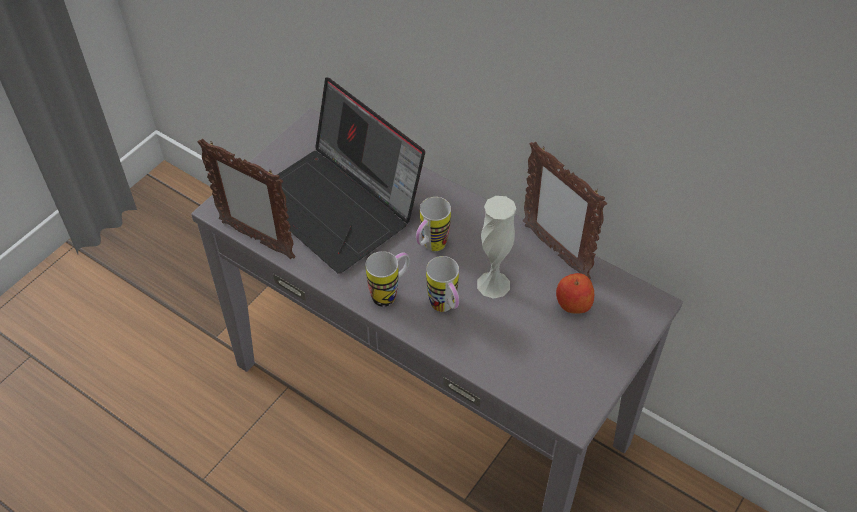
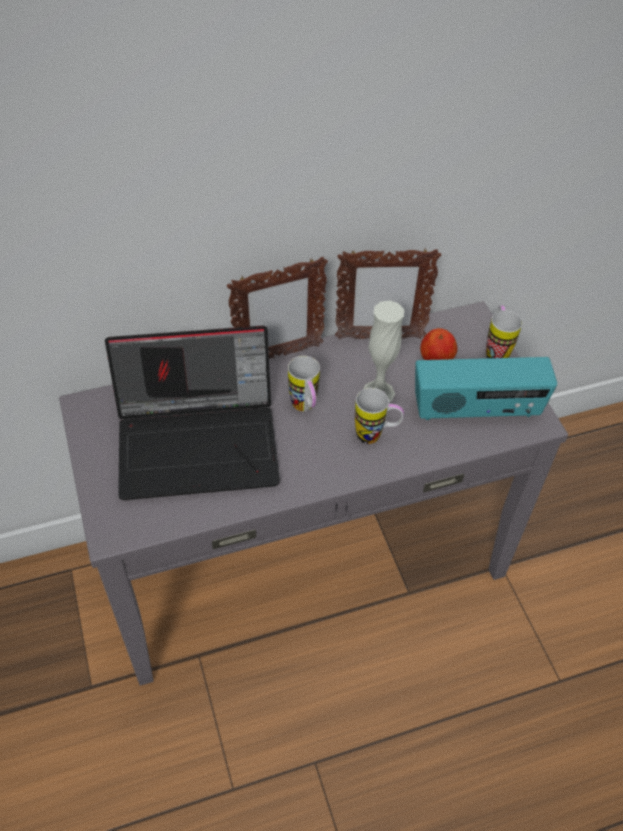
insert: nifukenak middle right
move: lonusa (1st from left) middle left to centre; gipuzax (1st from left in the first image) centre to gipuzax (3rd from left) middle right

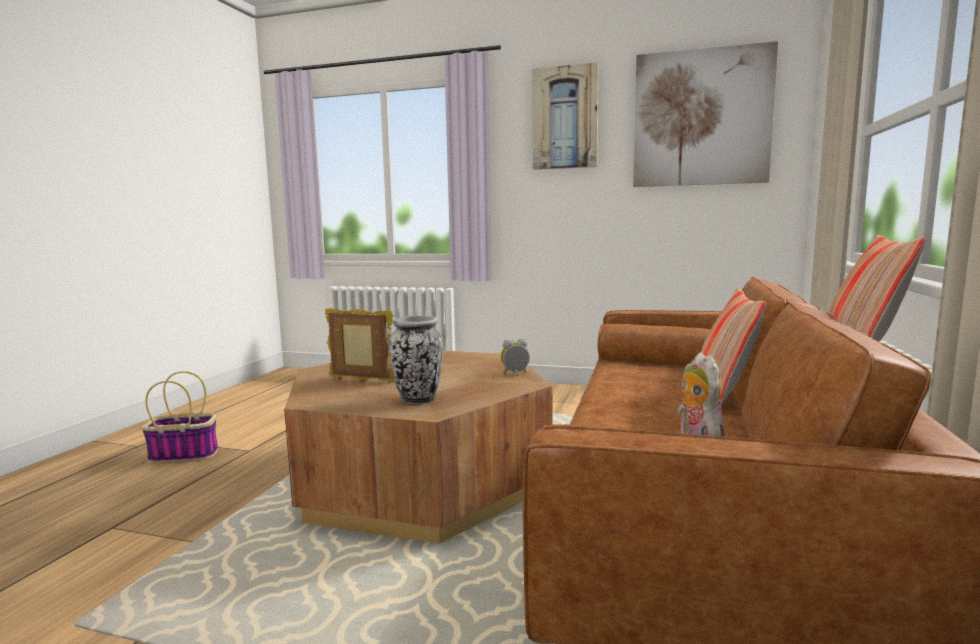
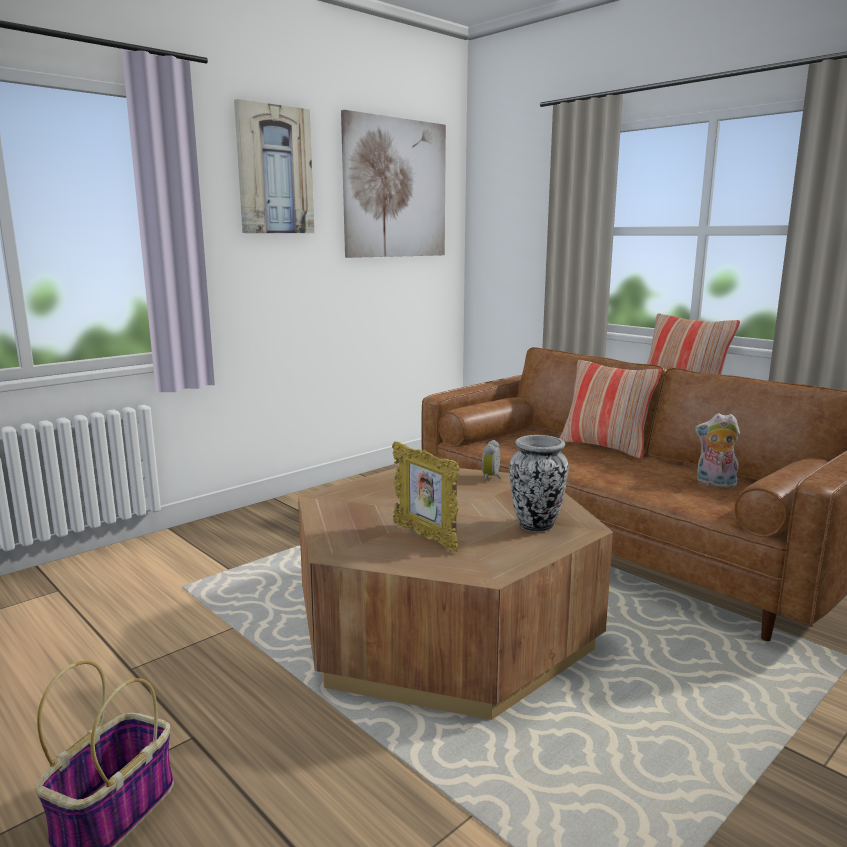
rotate: lonusa centre = centre 90 degrees counterclockwise

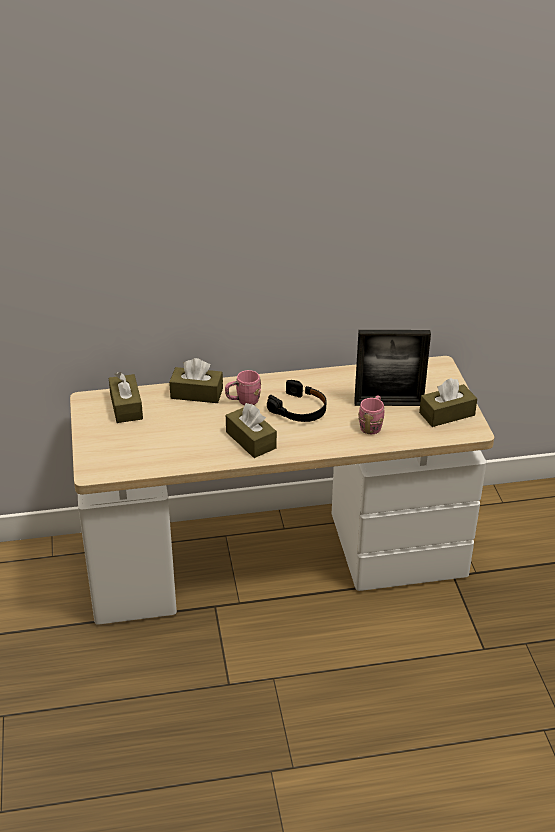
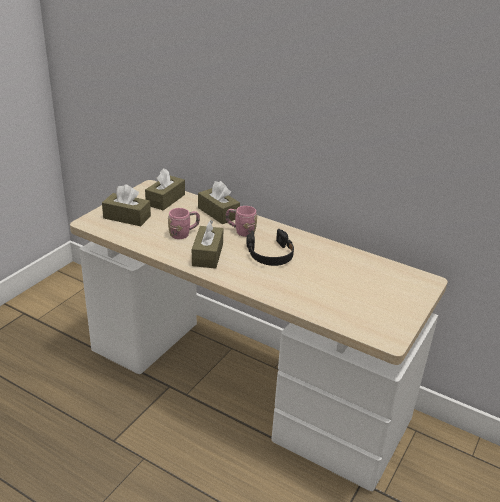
delete: lonusa middle right
move: gipuzax (pink) (2nd from left in the first image) middle right to gipuzax (pink) (1st from left) centre; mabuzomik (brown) (4th from left in the first image) middle right to mabuzomik (brown) (1st from left) middle left

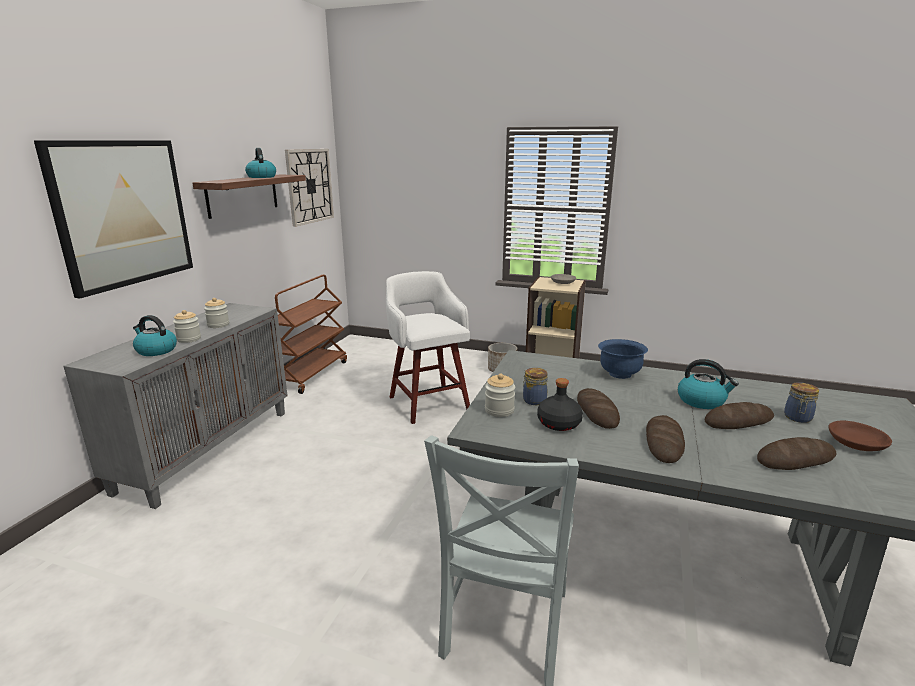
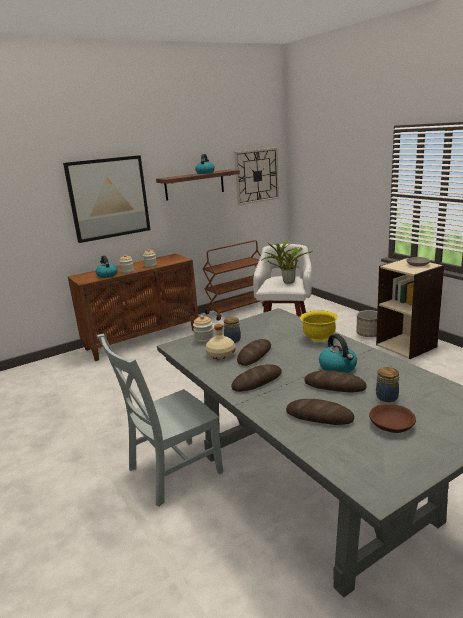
insert: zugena centre
recolor: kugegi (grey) middle left to kugegi (brown) middle left; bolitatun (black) centre to bolitatun (beige) centre; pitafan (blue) middle right to pitafan (yellow) middle right

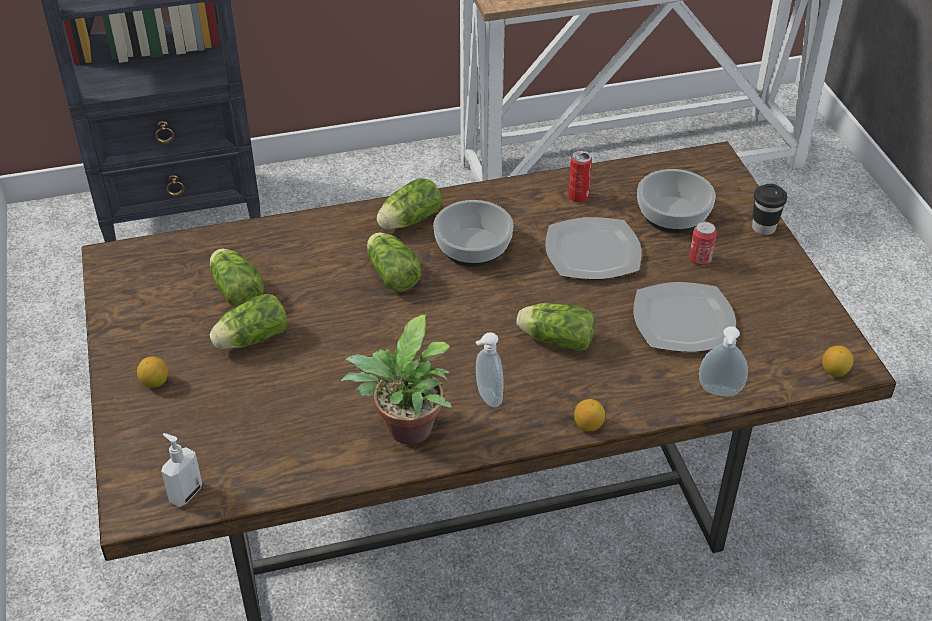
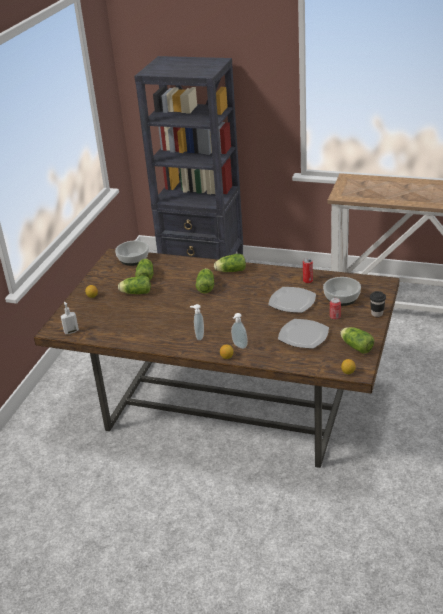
delete: zugena centre
move: pitafan (1st from left) centre to middle left; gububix (5th from left) centre to middle right; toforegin (3rd from left) middle right to centre

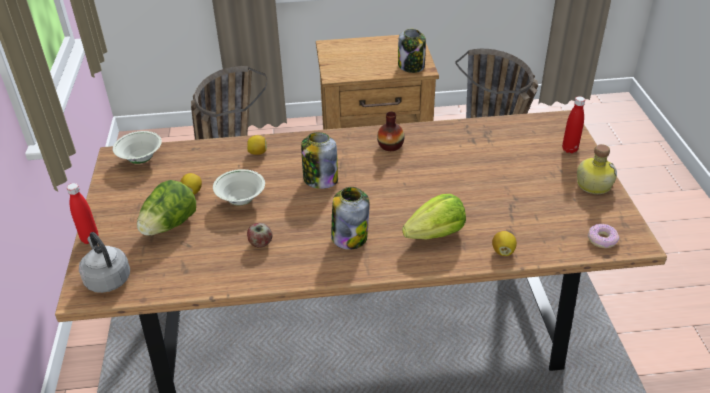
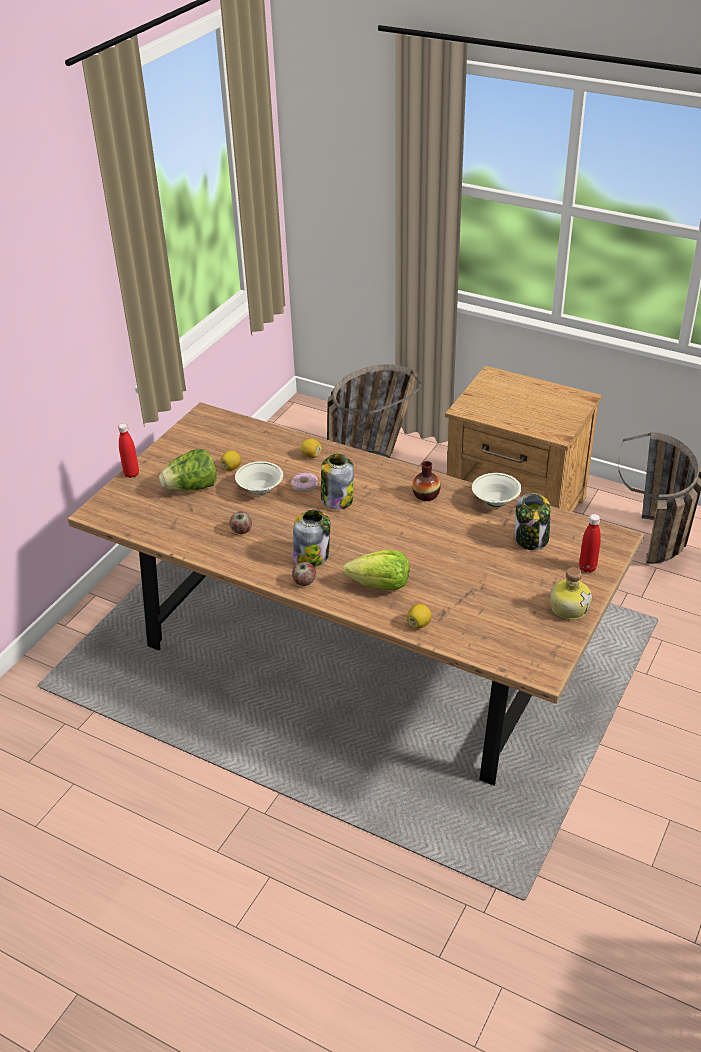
delete: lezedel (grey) bottom left
insert: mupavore (2nd from left) centre
move: pitafan (white) (1st from left in the first image) middle left to pitafan (white) (2nd from left) middle right; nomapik (3rd from left) top centre to middle right; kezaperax middle right to centre

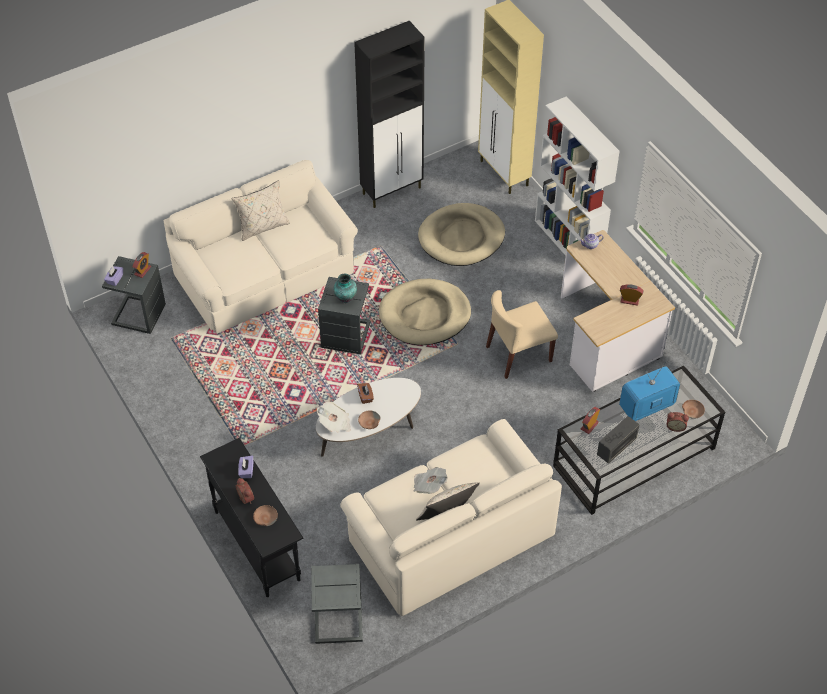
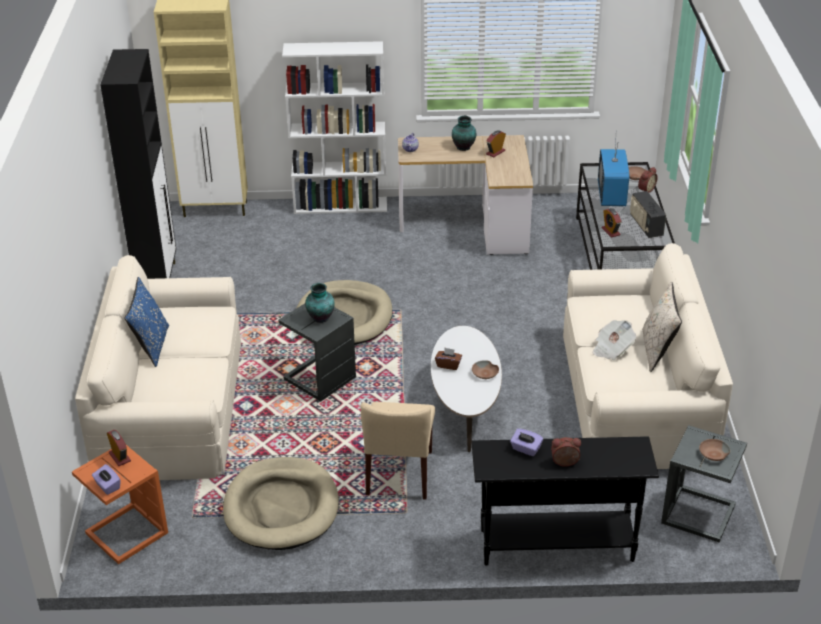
delete: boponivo (1st from left) centre
insert: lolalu (2nd from left) top centre
move: pitafan (brown) (1st from left in the first image) bottom left to pitafan (brown) (3rd from left) bottom right; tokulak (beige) (2nd from left in the first image) centre to tokulak (beige) (1st from left) bottom centre; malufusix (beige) centre to bottom centre
recolor: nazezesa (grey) (1st from left) middle left to nazezesa (orange) bottom left; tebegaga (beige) (1st from left) top left to tebegaga (blue) middle left

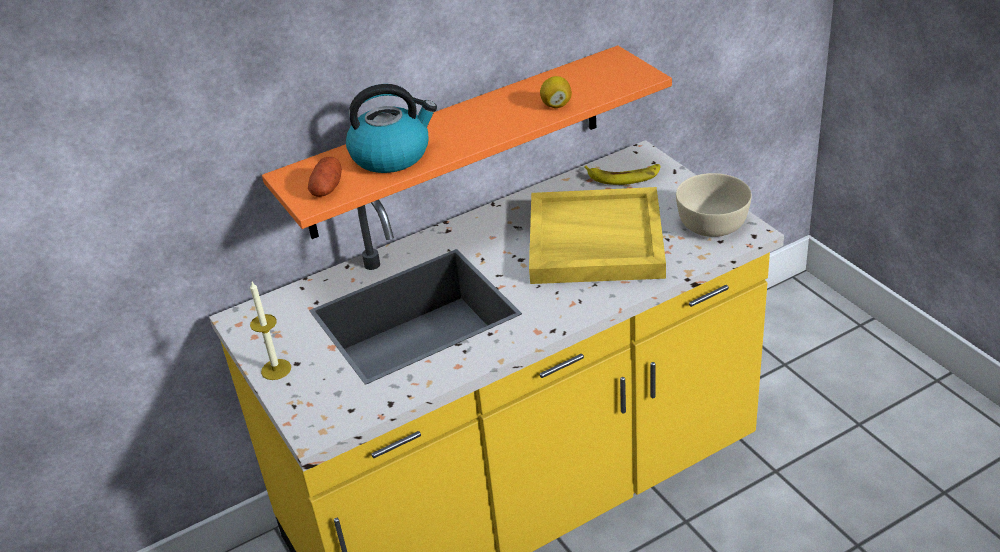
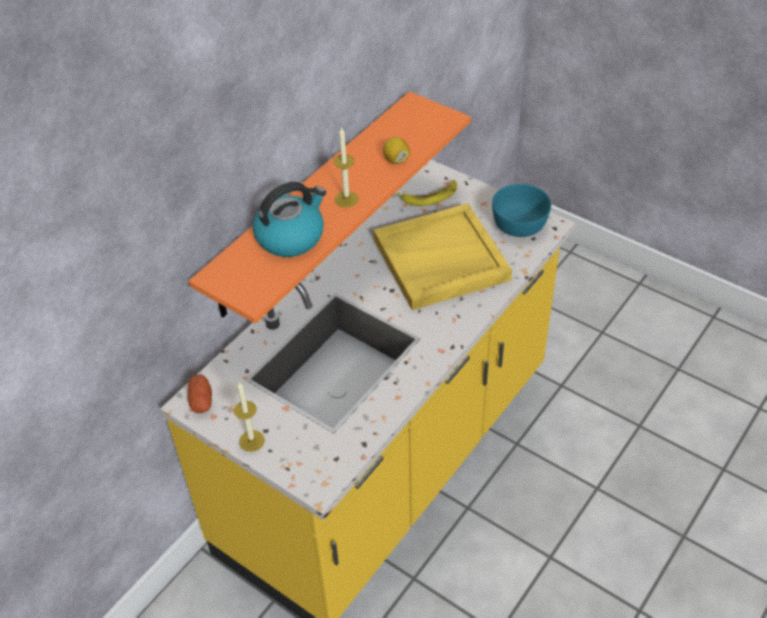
insert: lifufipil (2nd from left) top centre
move: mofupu top left to middle left
recolor: pitafan (beige) middle right to pitafan (turquoise) middle right

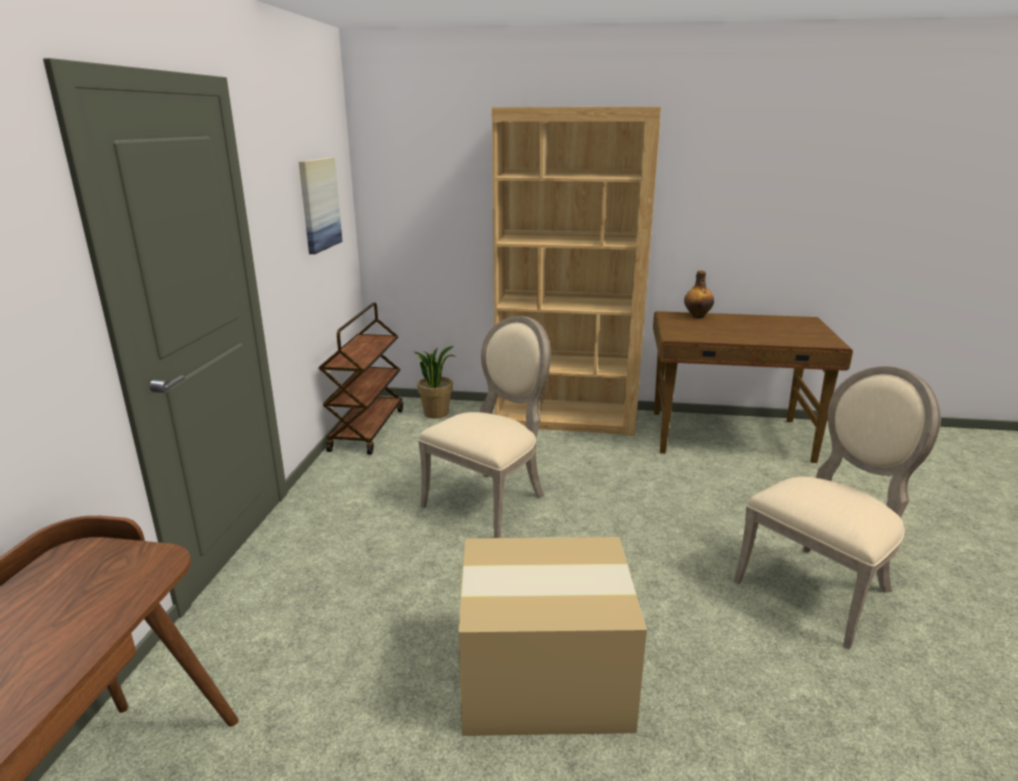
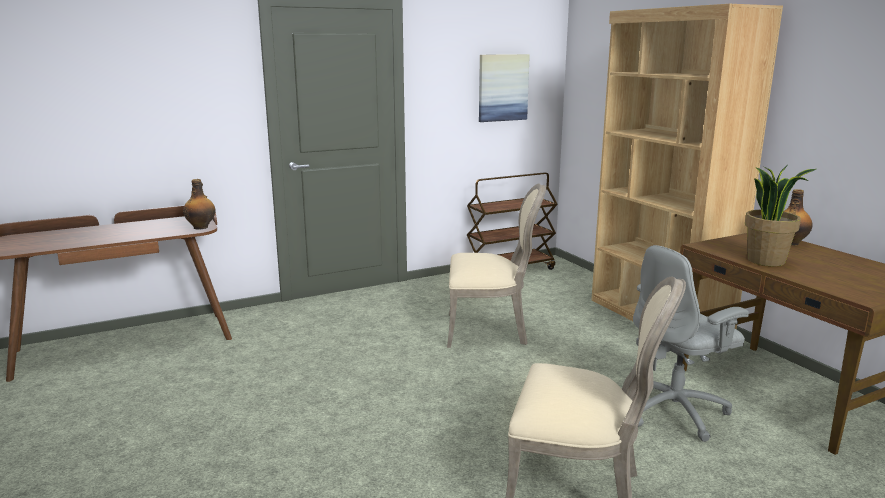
delete: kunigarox bottom centre
insert: bolitatun (1st from left) middle left; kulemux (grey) bottom right
move: zugena centre to middle right

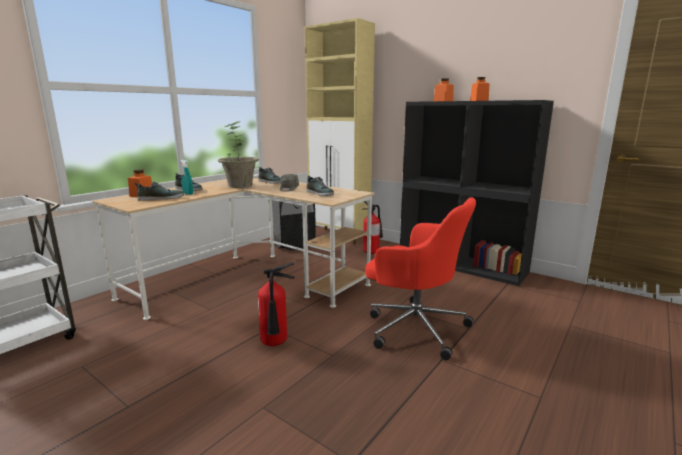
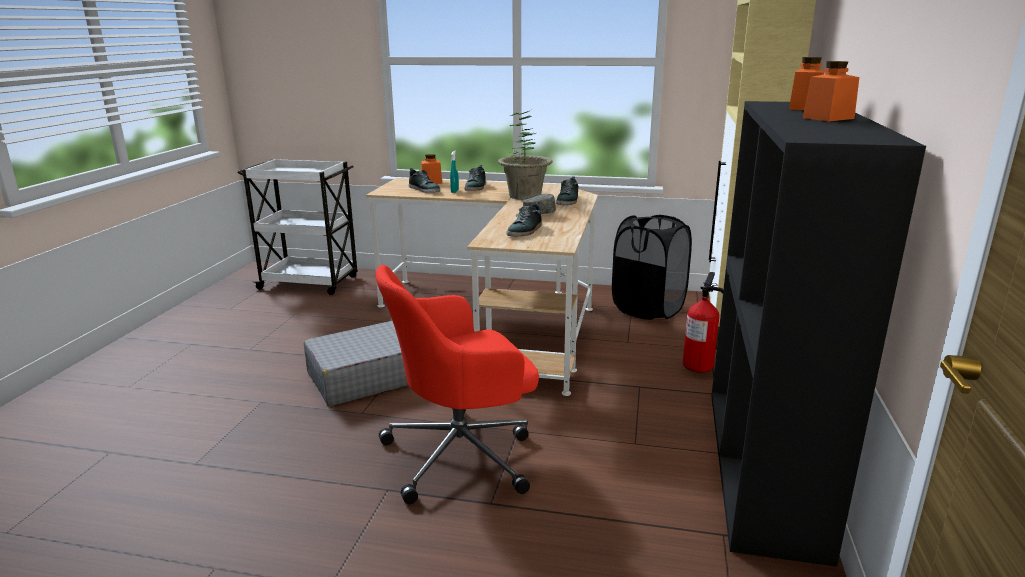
replace: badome (1st from left) bottom centre to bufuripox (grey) centre
rotate: kulemux (red) centre = centre 60 degrees clockwise

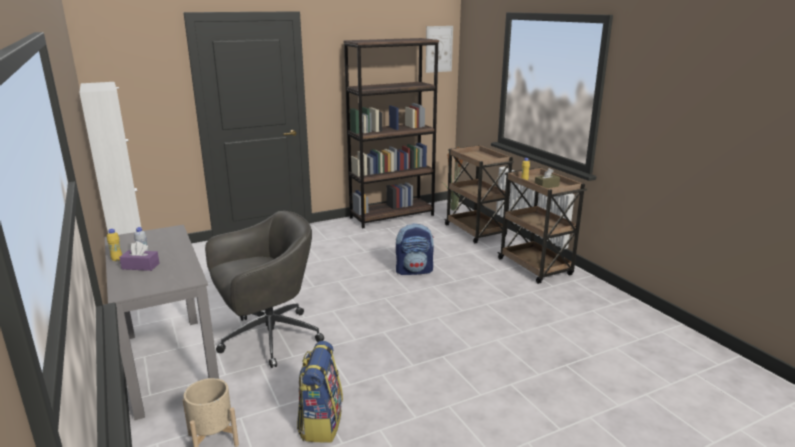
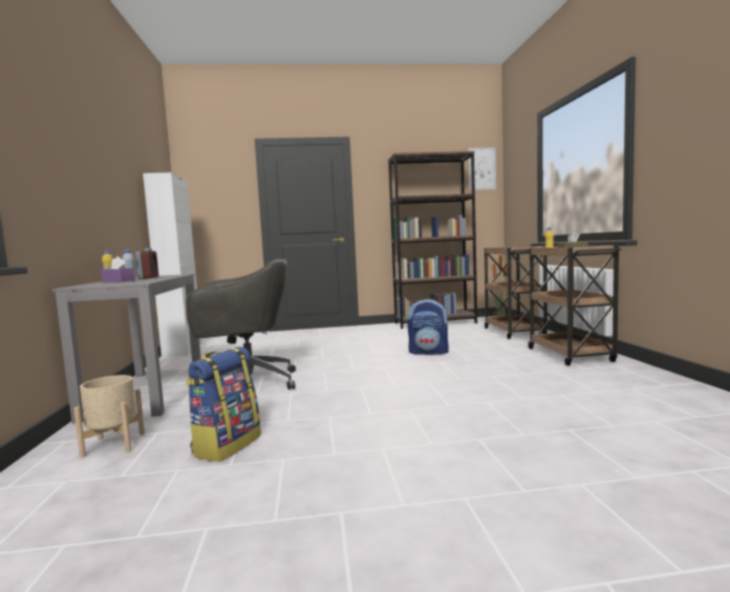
insert: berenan middle left

